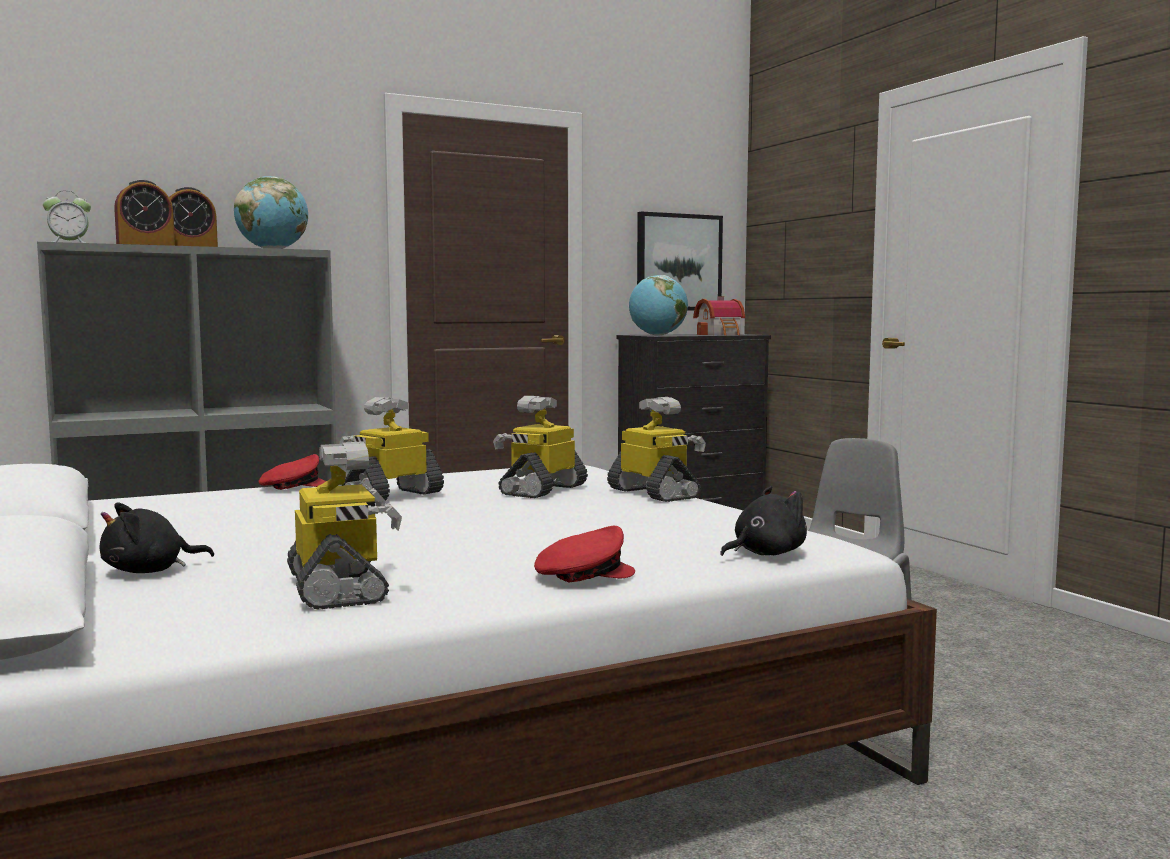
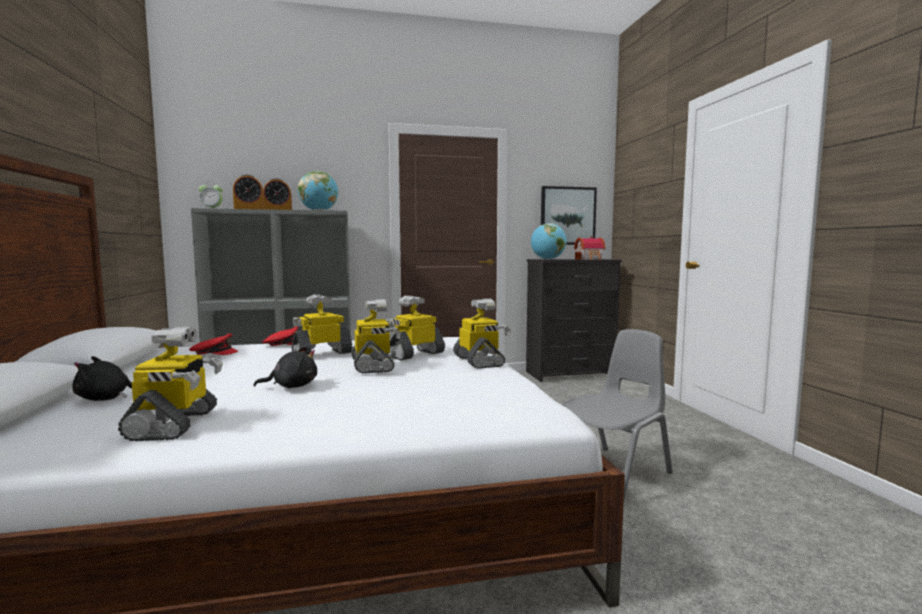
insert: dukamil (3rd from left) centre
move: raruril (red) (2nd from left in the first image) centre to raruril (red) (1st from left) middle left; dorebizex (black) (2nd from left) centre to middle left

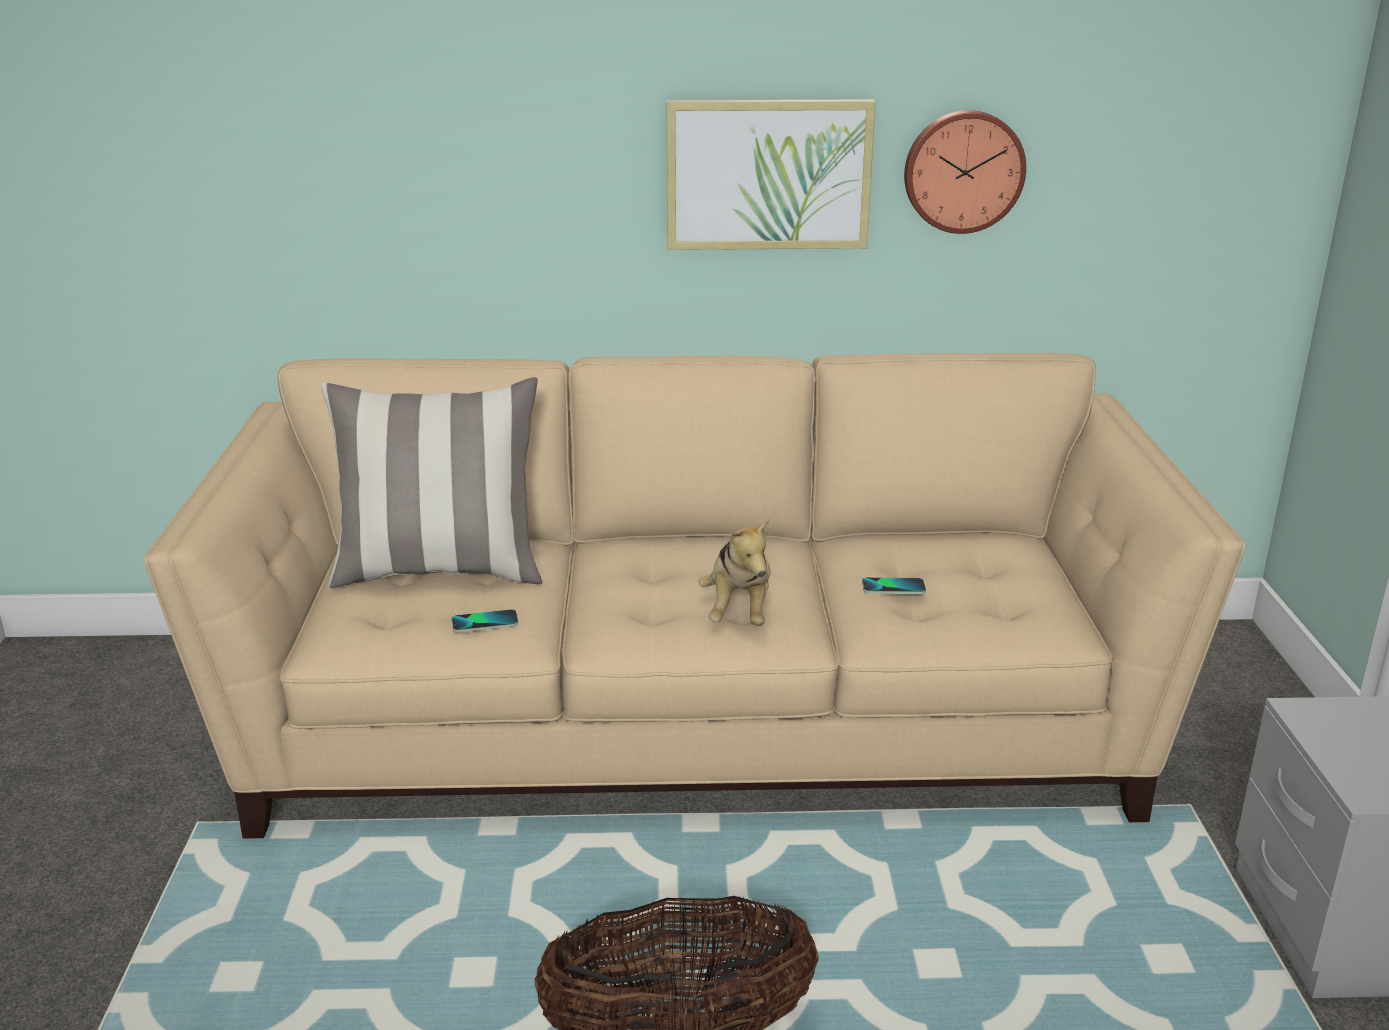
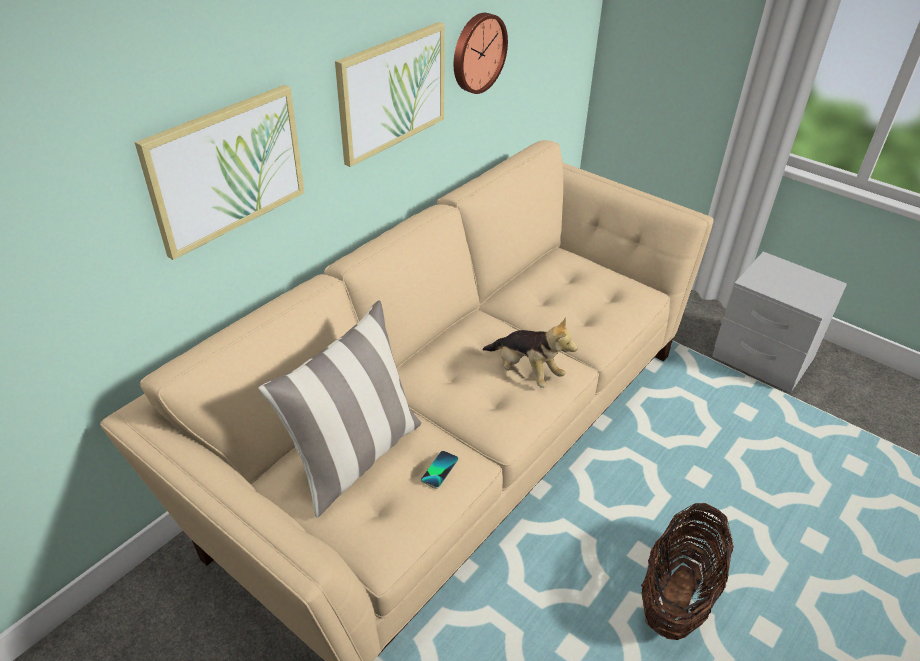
delete: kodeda (2nd from left) centre
insert: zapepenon (1st from left) top left

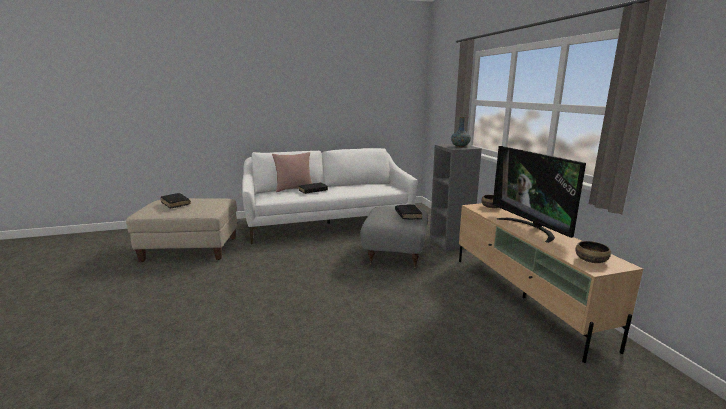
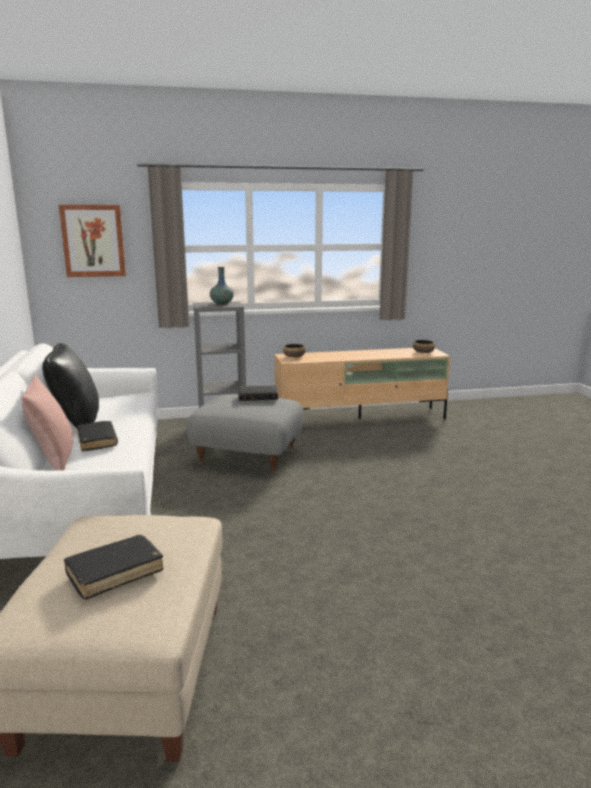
delete: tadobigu middle right
insert: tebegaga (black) middle left; zapepenon top left

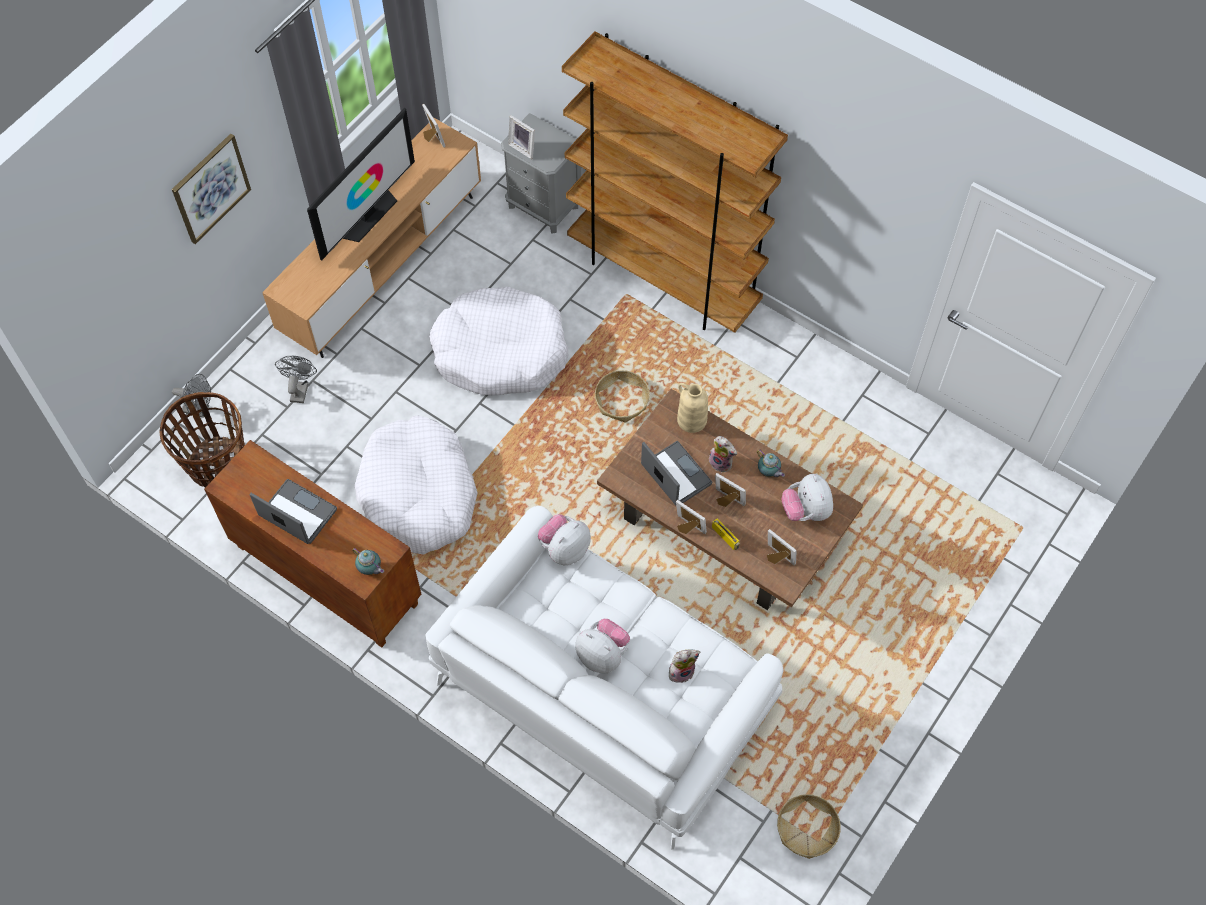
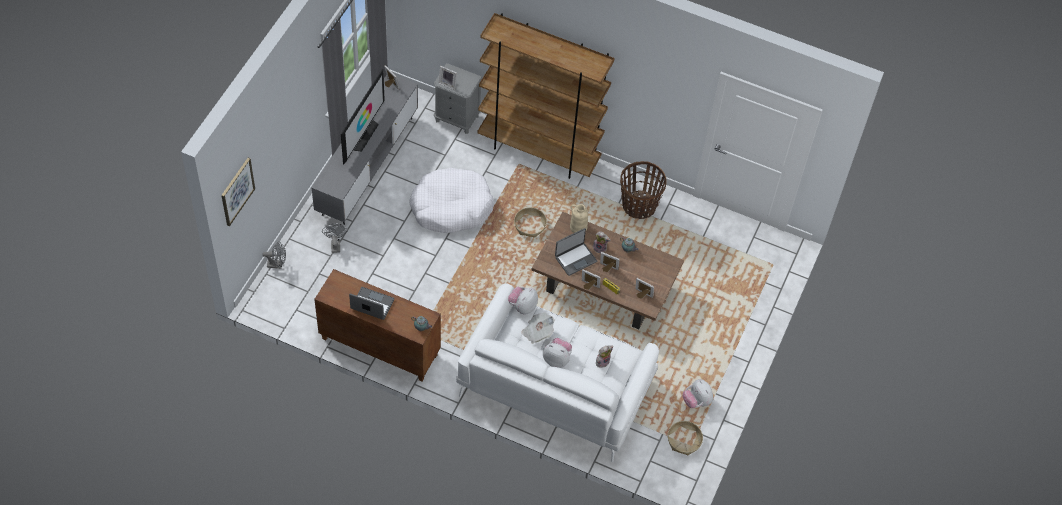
delete: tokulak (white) (1st from left) centre
insert: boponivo centre
move: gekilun (1st from left in the first image) middle left to gekilun (2nd from left) centre; zapepenon top left to middle left; dorebizex (5th from left) middle right to bottom centre
recolor: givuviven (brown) top left to givuviven (grey) top centre
rotate: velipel (2nd from left) centre = centre 105 degrees clockwise

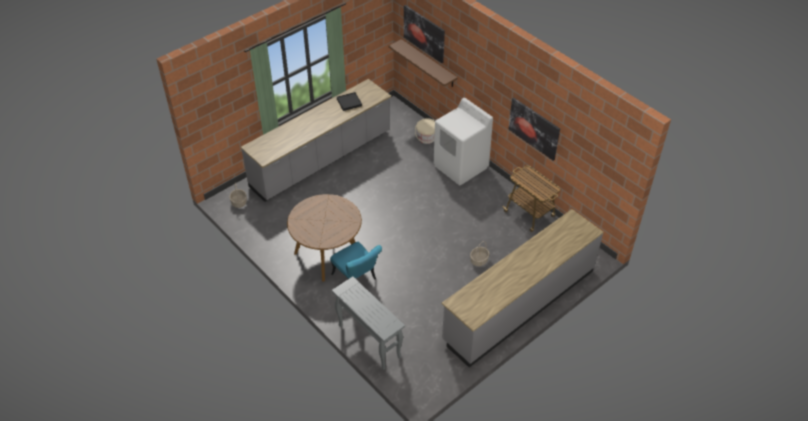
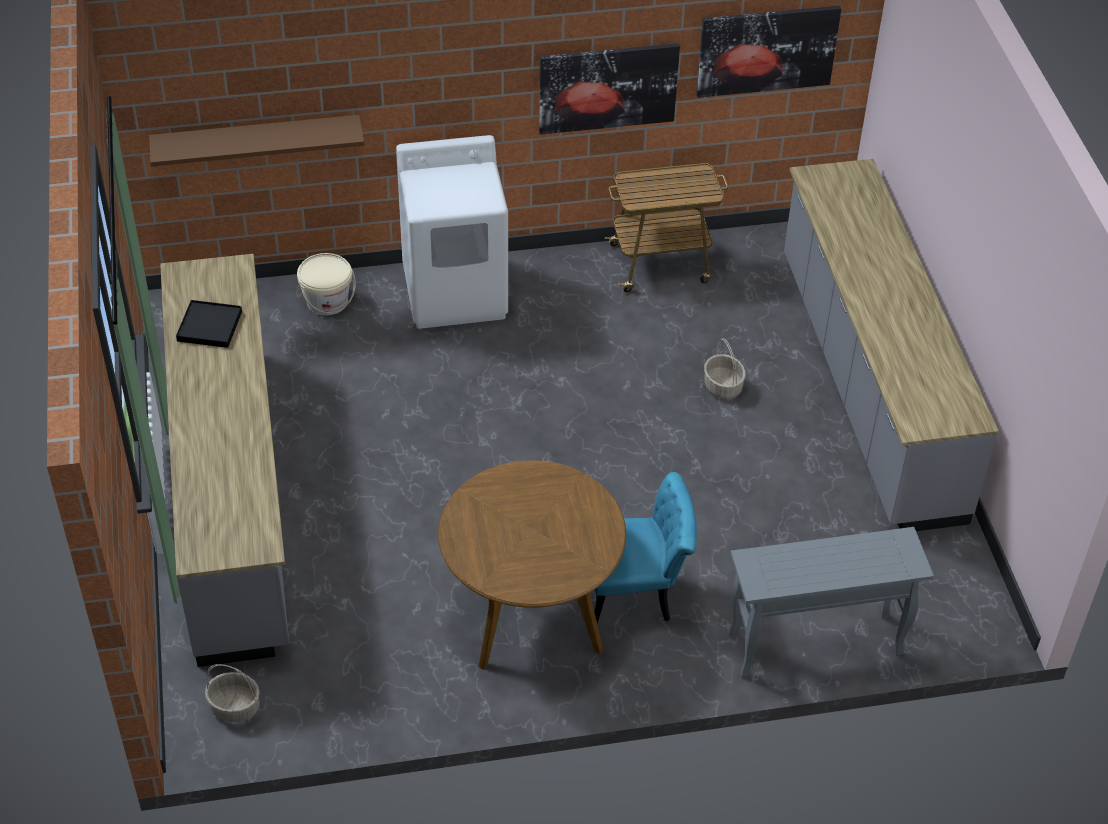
move: zapepenon (1st from left in the first image) top centre to zapepenon (2nd from left) top right

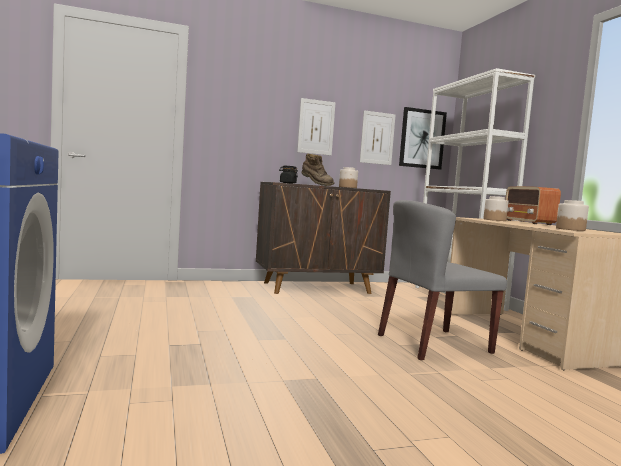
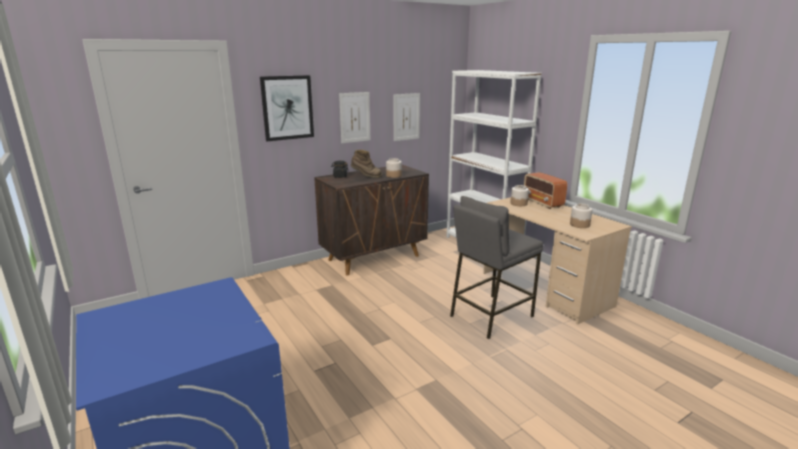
move: zapepenon (3rd from left in the first image) top right to zapepenon (1st from left) top centre
replace: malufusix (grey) middle right to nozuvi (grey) centre

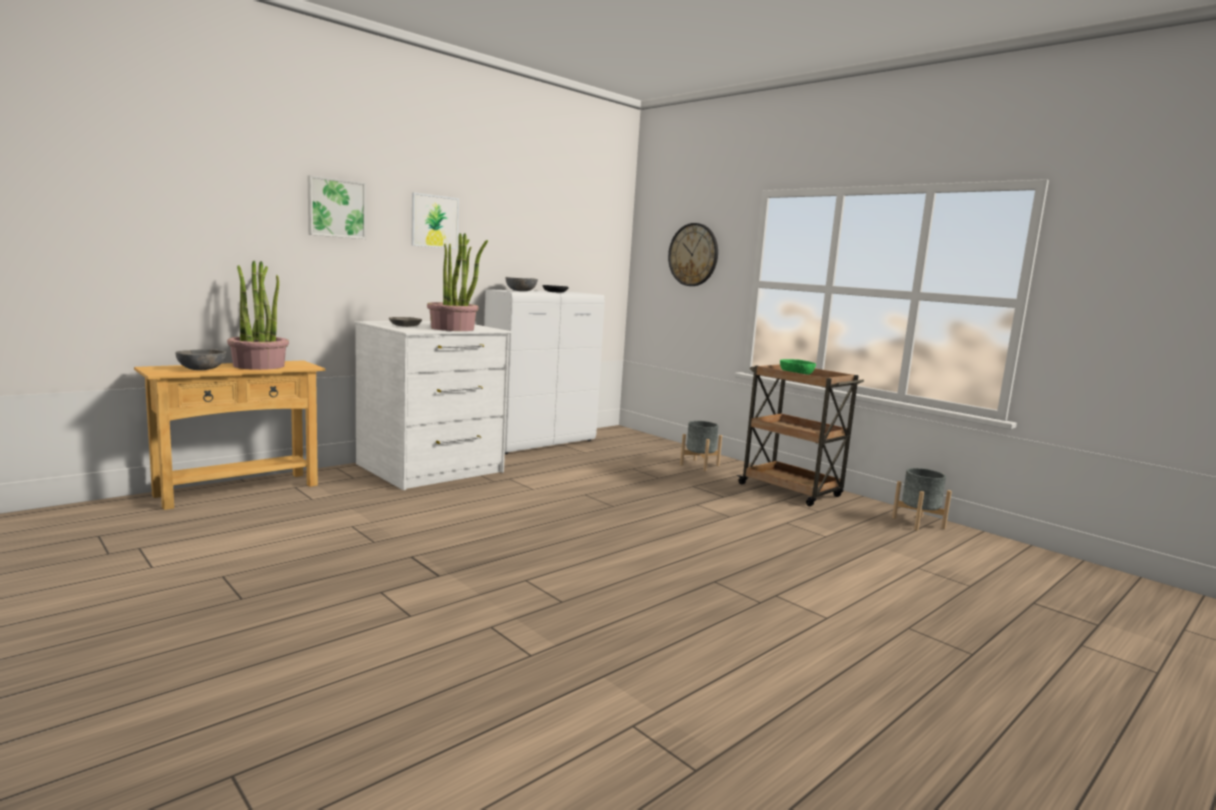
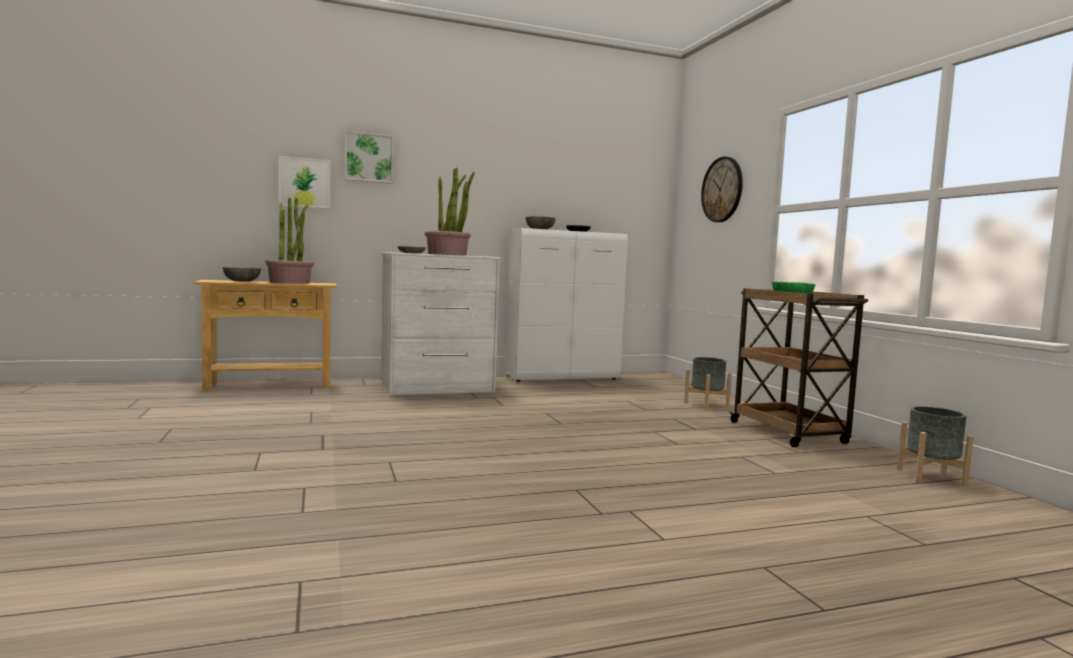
move: zapepenon (2nd from left in the first image) top centre to zapepenon (1st from left) top left

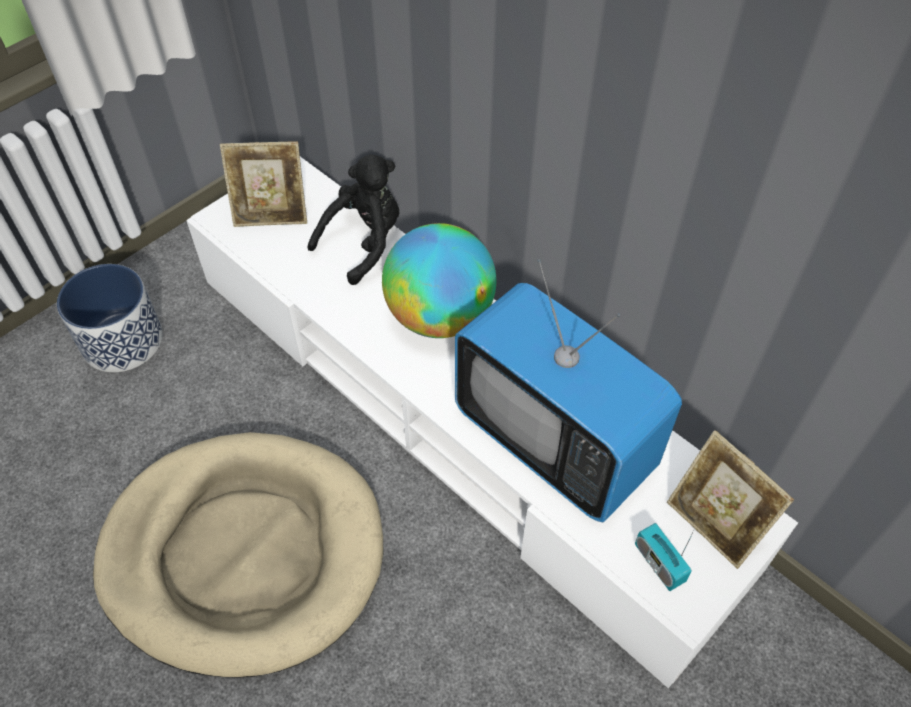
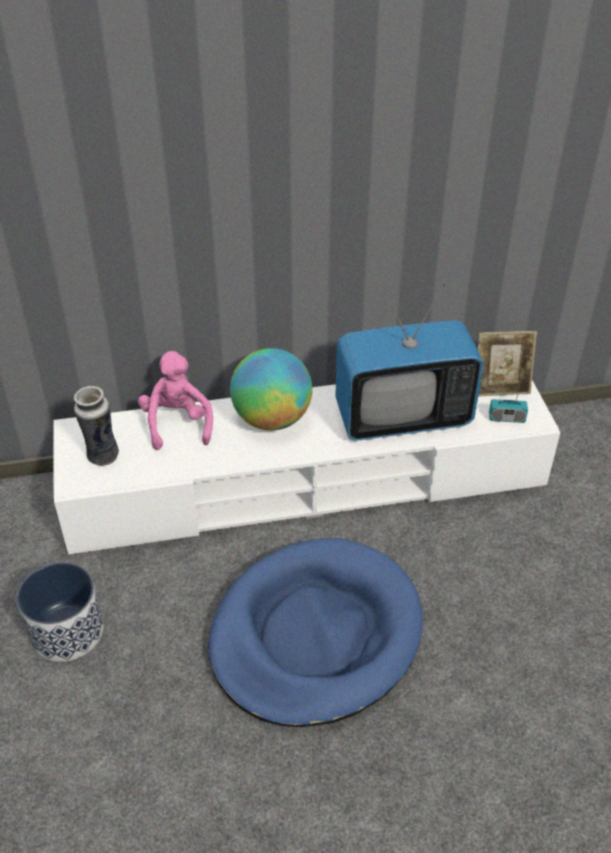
replace: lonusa (1st from left) top left to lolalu middle left
recolor: tokulak (beige) bottom left to tokulak (blue) bottom centre; dorebizex (black) top centre to dorebizex (pink) middle left

